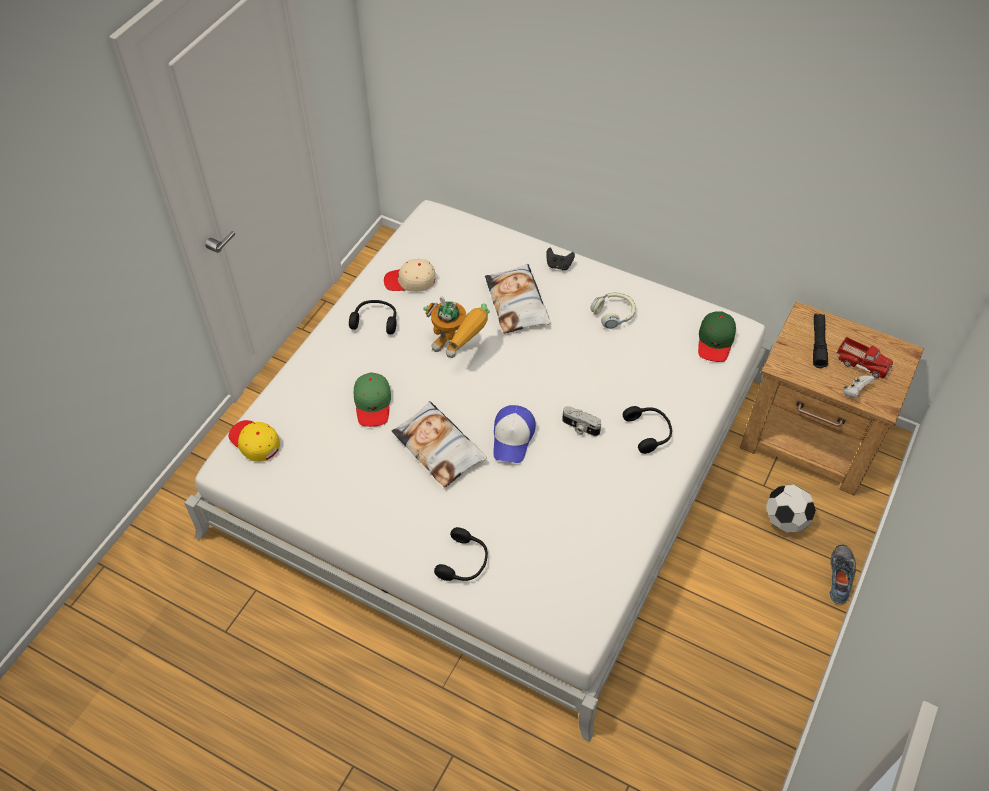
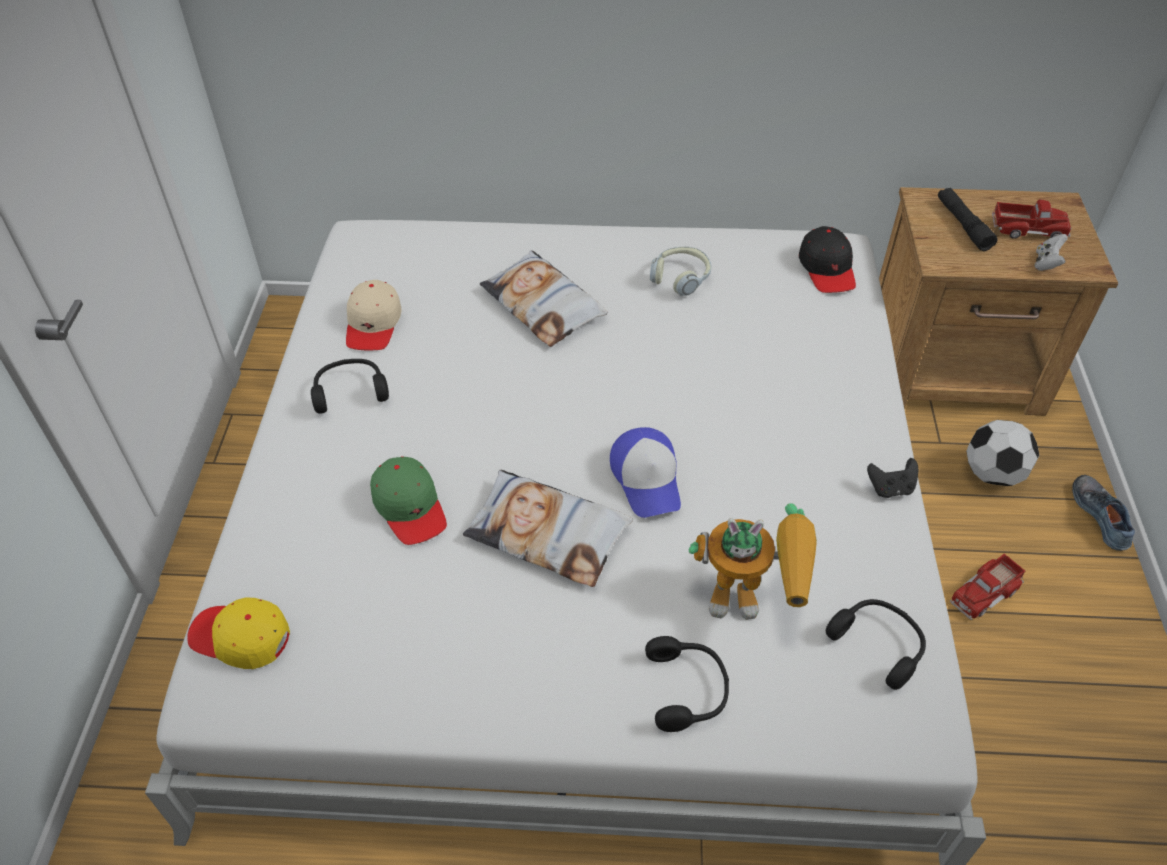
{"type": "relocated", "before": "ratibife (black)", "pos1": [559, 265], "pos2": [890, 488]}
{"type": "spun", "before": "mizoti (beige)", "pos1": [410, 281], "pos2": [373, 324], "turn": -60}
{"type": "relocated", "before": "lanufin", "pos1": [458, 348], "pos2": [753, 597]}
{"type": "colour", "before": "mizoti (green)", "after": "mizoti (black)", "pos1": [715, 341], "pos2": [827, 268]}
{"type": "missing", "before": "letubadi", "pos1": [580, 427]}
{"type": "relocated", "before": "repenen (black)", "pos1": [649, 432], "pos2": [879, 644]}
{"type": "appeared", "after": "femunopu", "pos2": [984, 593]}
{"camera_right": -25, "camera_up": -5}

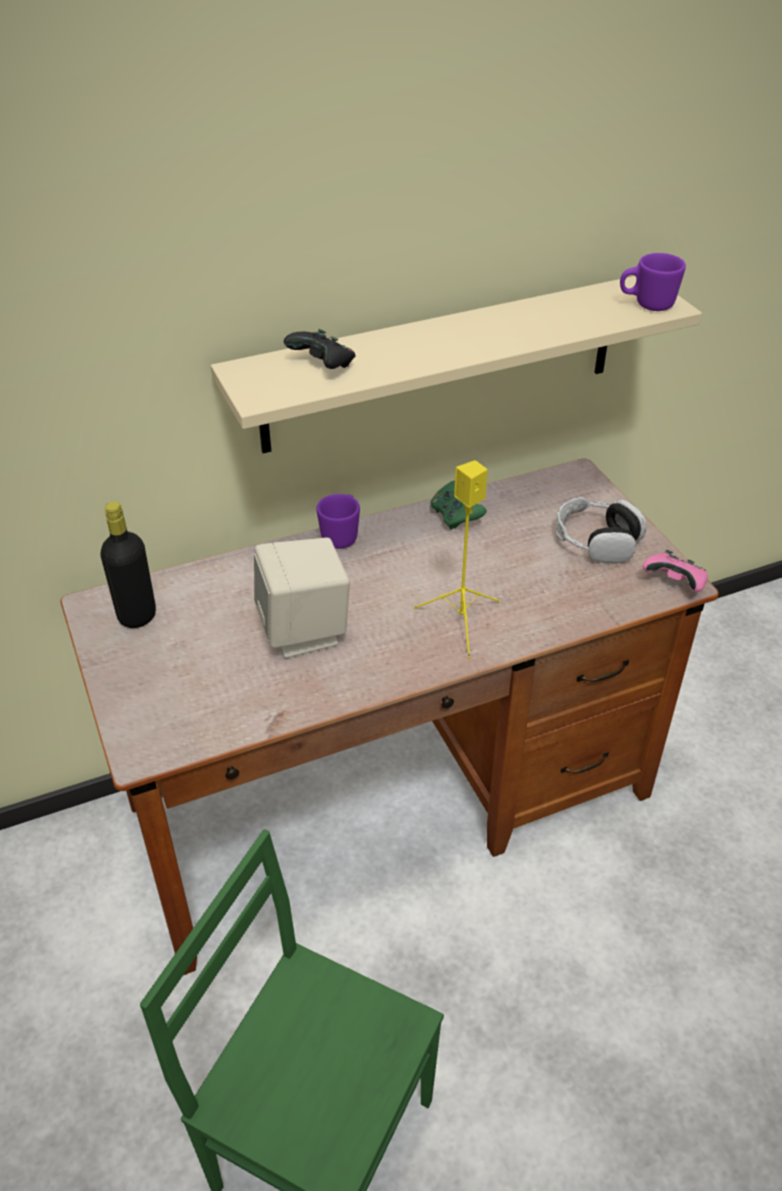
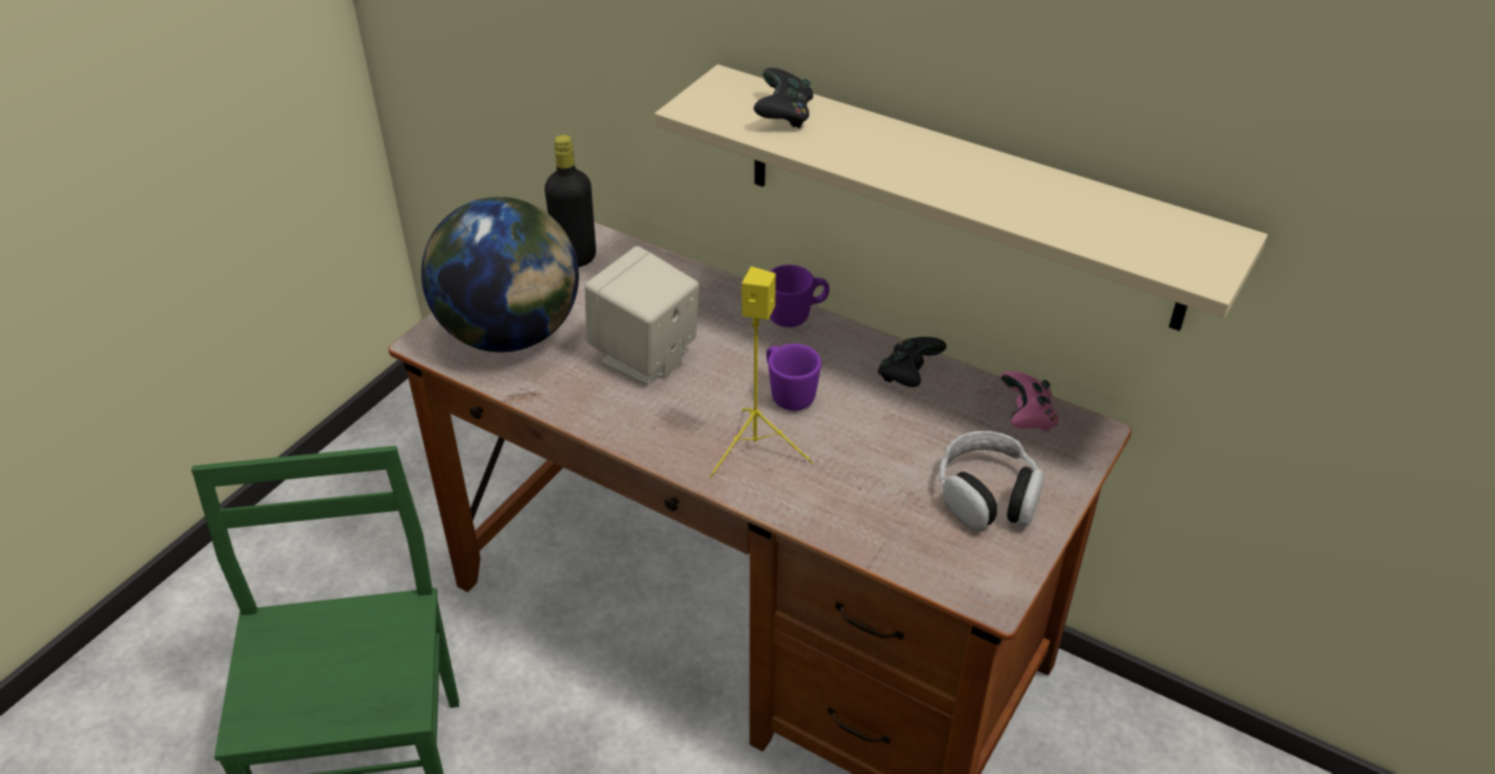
{"type": "relocated", "before": "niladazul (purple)", "pos1": [646, 305], "pos2": [788, 394]}
{"type": "colour", "before": "ratibife (green)", "after": "ratibife (black)", "pos1": [455, 516], "pos2": [908, 374]}
{"type": "relocated", "before": "ratibife (pink)", "pos1": [675, 583], "pos2": [1027, 417]}
{"type": "appeared", "after": "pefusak", "pos2": [511, 334]}
{"camera_right": 55, "camera_up": 0}

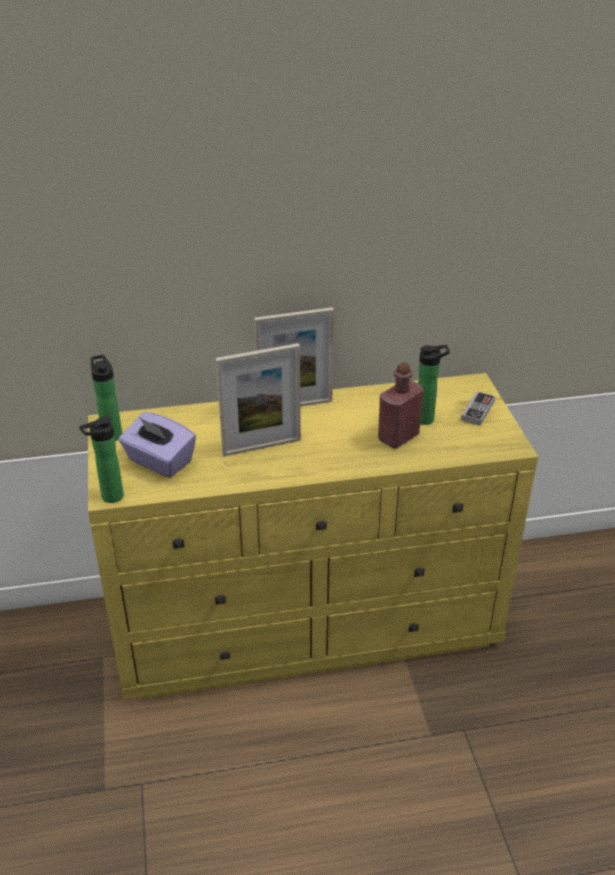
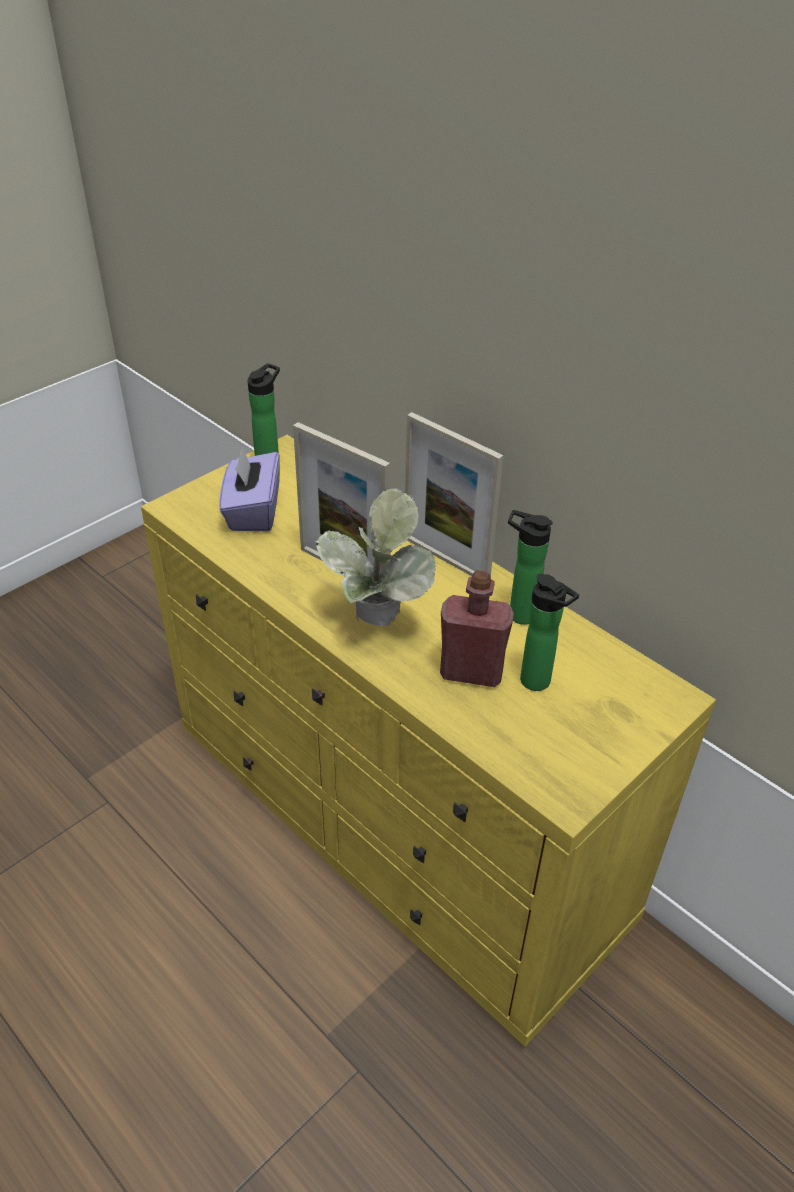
{"type": "missing", "before": "ratibife", "pos1": [477, 410]}
{"type": "relocated", "before": "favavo", "pos1": [109, 497], "pos2": [518, 614]}
{"type": "appeared", "after": "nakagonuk", "pos2": [376, 628]}
{"camera_right": 55, "camera_up": 5}

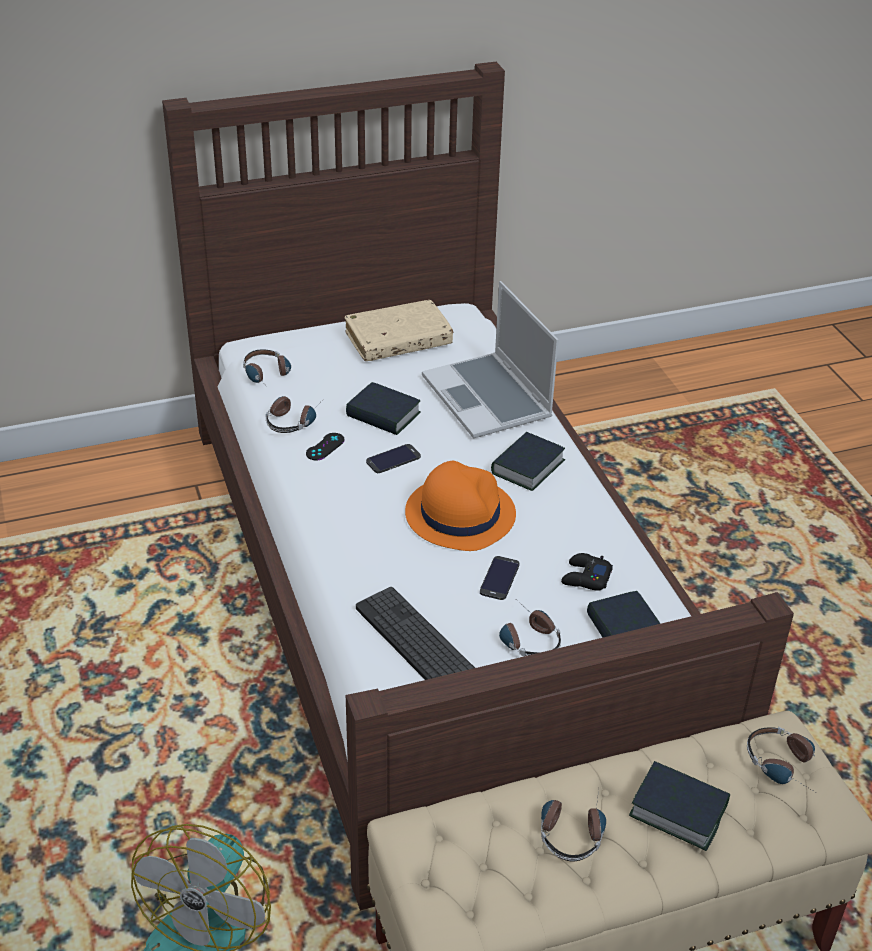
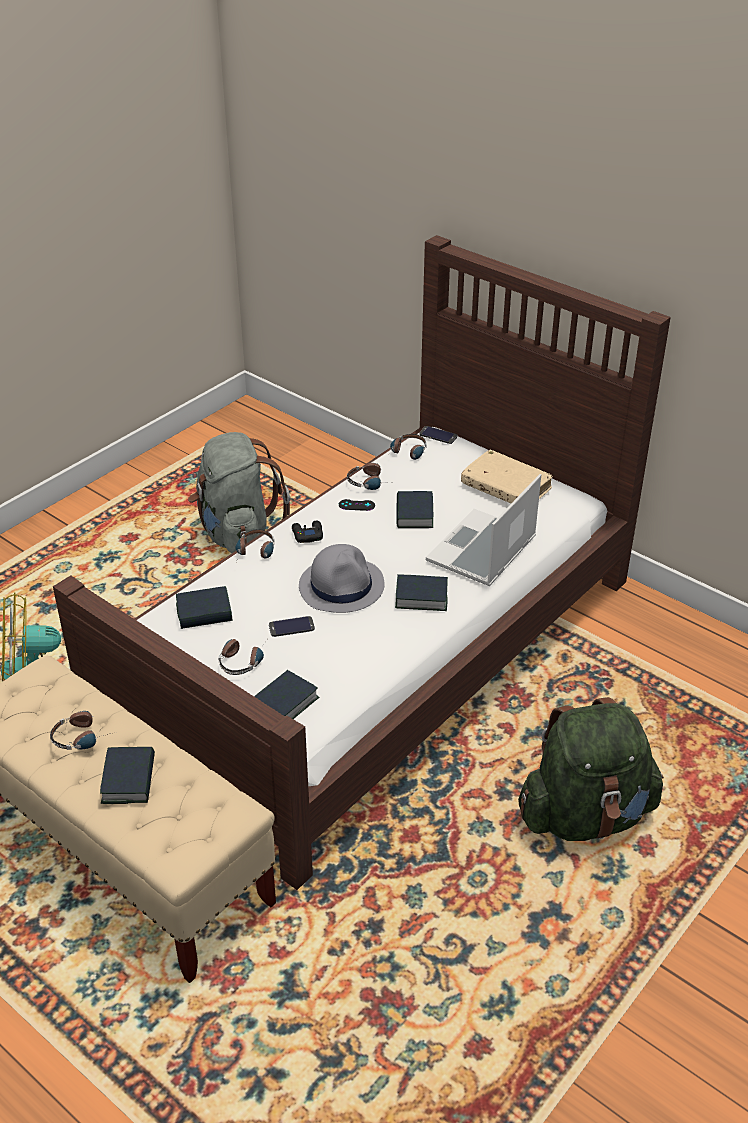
{"type": "relocated", "before": "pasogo", "pos1": [393, 459], "pos2": [438, 435]}
{"type": "colour", "before": "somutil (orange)", "after": "somutil (grey)", "pos1": [459, 513], "pos2": [342, 585]}
{"type": "relocated", "before": "ratibife (black)", "pos1": [585, 577], "pos2": [307, 535]}
{"type": "exchanged", "before": "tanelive", "after": "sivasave", "pos1": [414, 640], "pos2": [204, 613]}
{"type": "relocated", "before": "repenen", "pos1": [787, 766], "pos2": [255, 553]}
{"type": "appeared", "after": "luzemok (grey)", "pos2": [237, 532]}
{"type": "appeared", "after": "luzemok (green)", "pos2": [585, 815]}
{"camera_right": 60, "camera_up": 0}

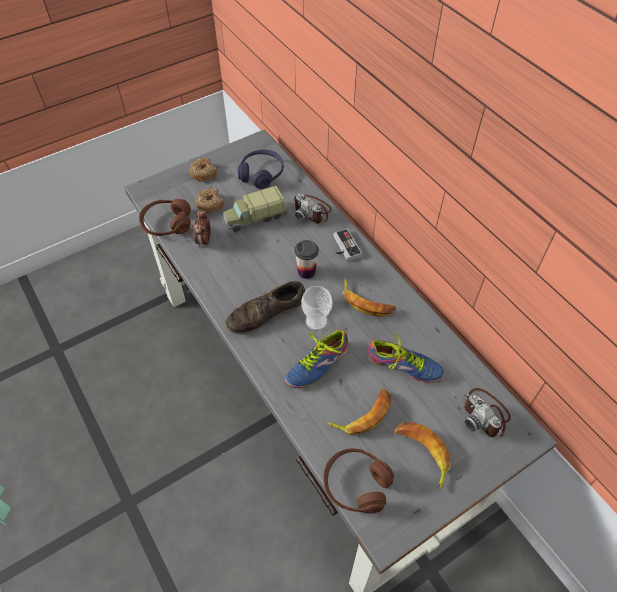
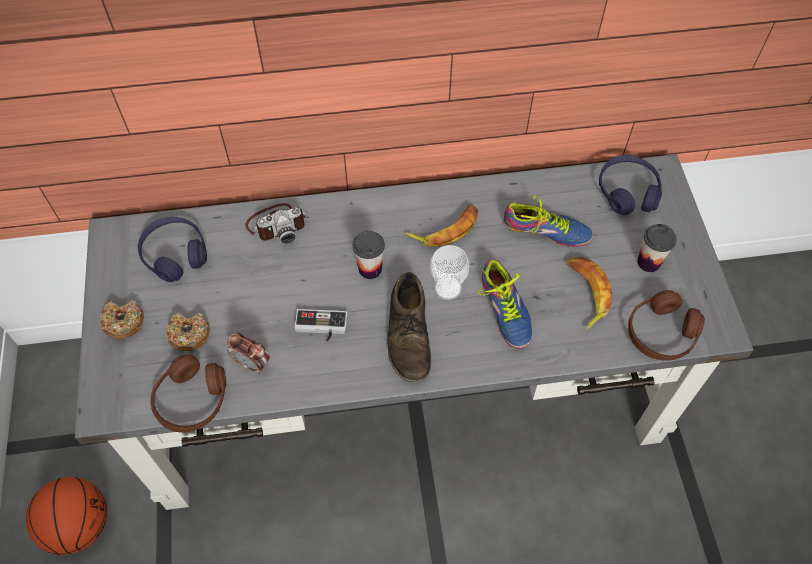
{"type": "missing", "before": "femunopu", "pos1": [254, 218]}
{"type": "relocated", "before": "ratibife", "pos1": [343, 247], "pos2": [321, 328]}
{"type": "spun", "before": "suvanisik", "pos1": [404, 368], "pos2": [546, 233], "turn": 60}
{"type": "exchanged", "before": "letubadi", "after": "repenen (purple)", "pos1": [485, 414], "pos2": [627, 192]}
{"type": "exchanged", "before": "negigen", "after": "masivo", "pos1": [422, 453], "pos2": [648, 262]}
{"type": "appeared", "after": "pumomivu", "pos2": [79, 525]}
{"camera_right": -65, "camera_up": 5}

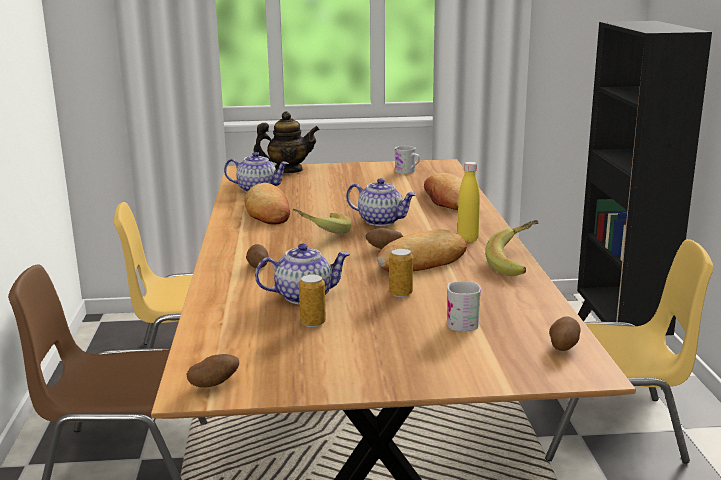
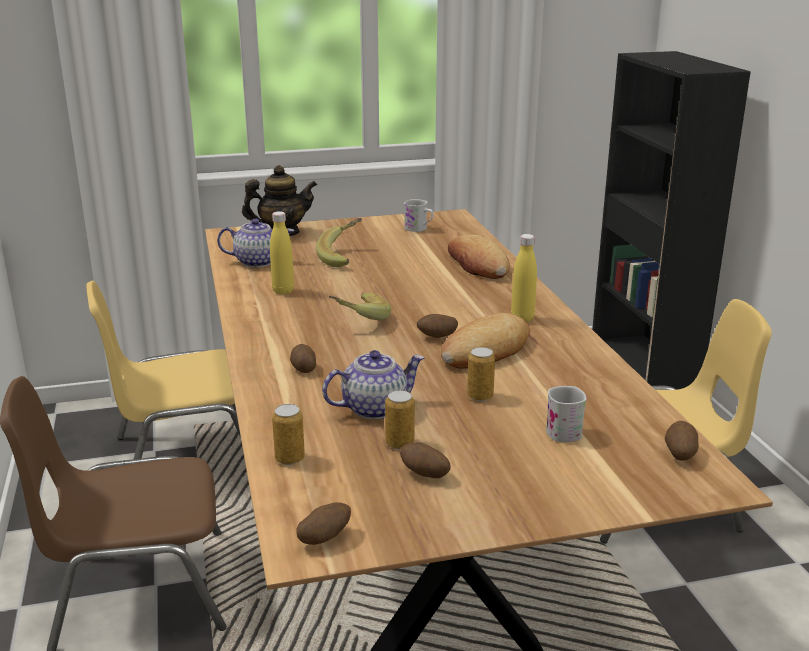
{"type": "missing", "before": "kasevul", "pos1": [381, 221]}
{"type": "exchanged", "before": "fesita", "after": "favavo (yellow)", "pos1": [268, 211], "pos2": [283, 291]}
{"type": "relocated", "before": "negigen", "pos1": [518, 264], "pos2": [345, 257]}
{"type": "appeared", "after": "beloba", "pos2": [290, 459]}
{"type": "appeared", "after": "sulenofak", "pos2": [424, 474]}
{"camera_right": -10, "camera_up": 5}

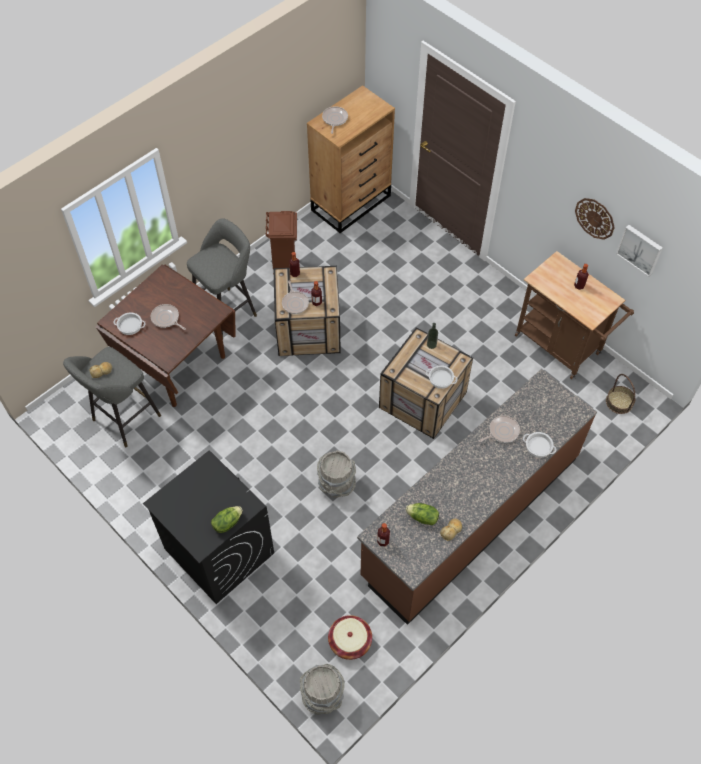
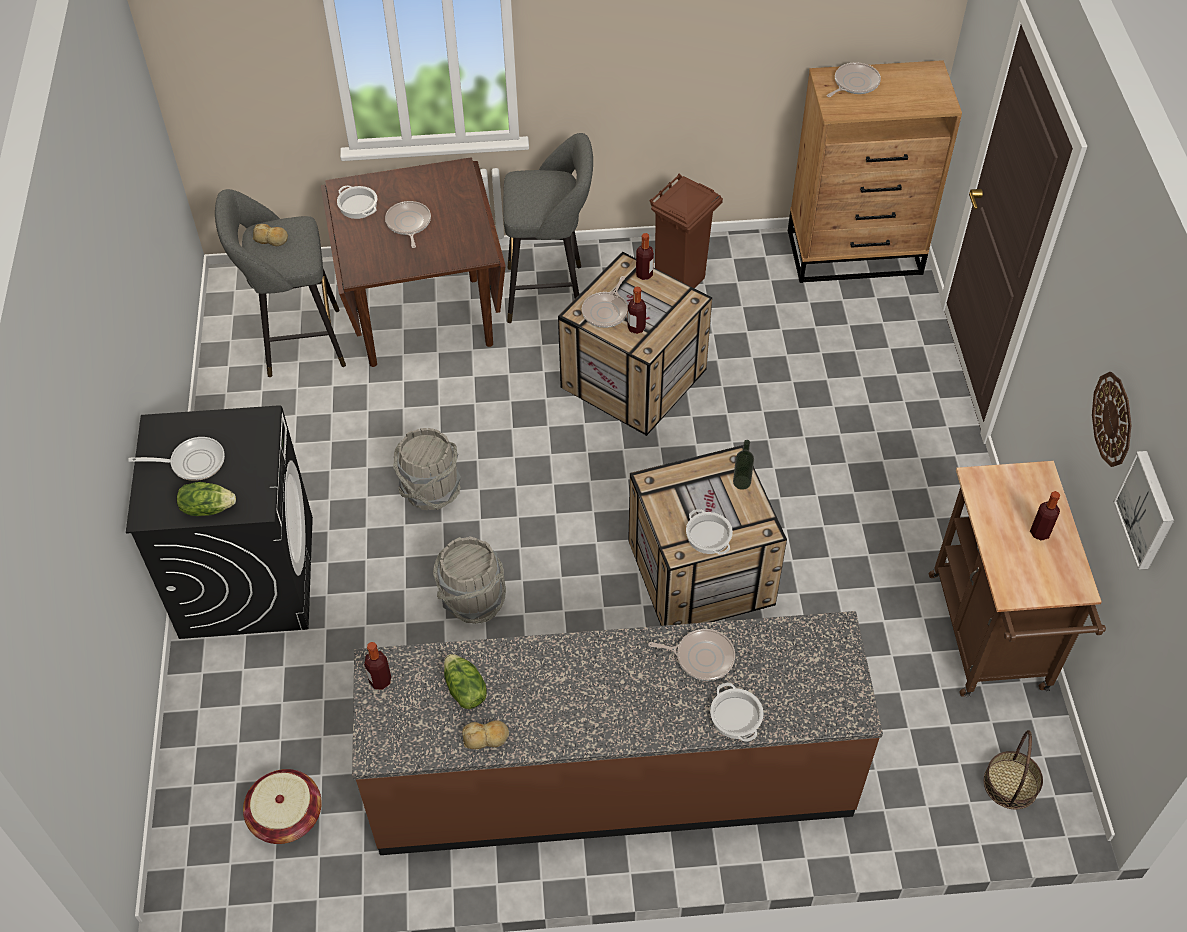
{"type": "relocated", "before": "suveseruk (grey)", "pos1": [323, 695], "pos2": [431, 490]}
{"type": "appeared", "after": "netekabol", "pos2": [193, 462]}
{"camera_right": 40, "camera_up": -5}

